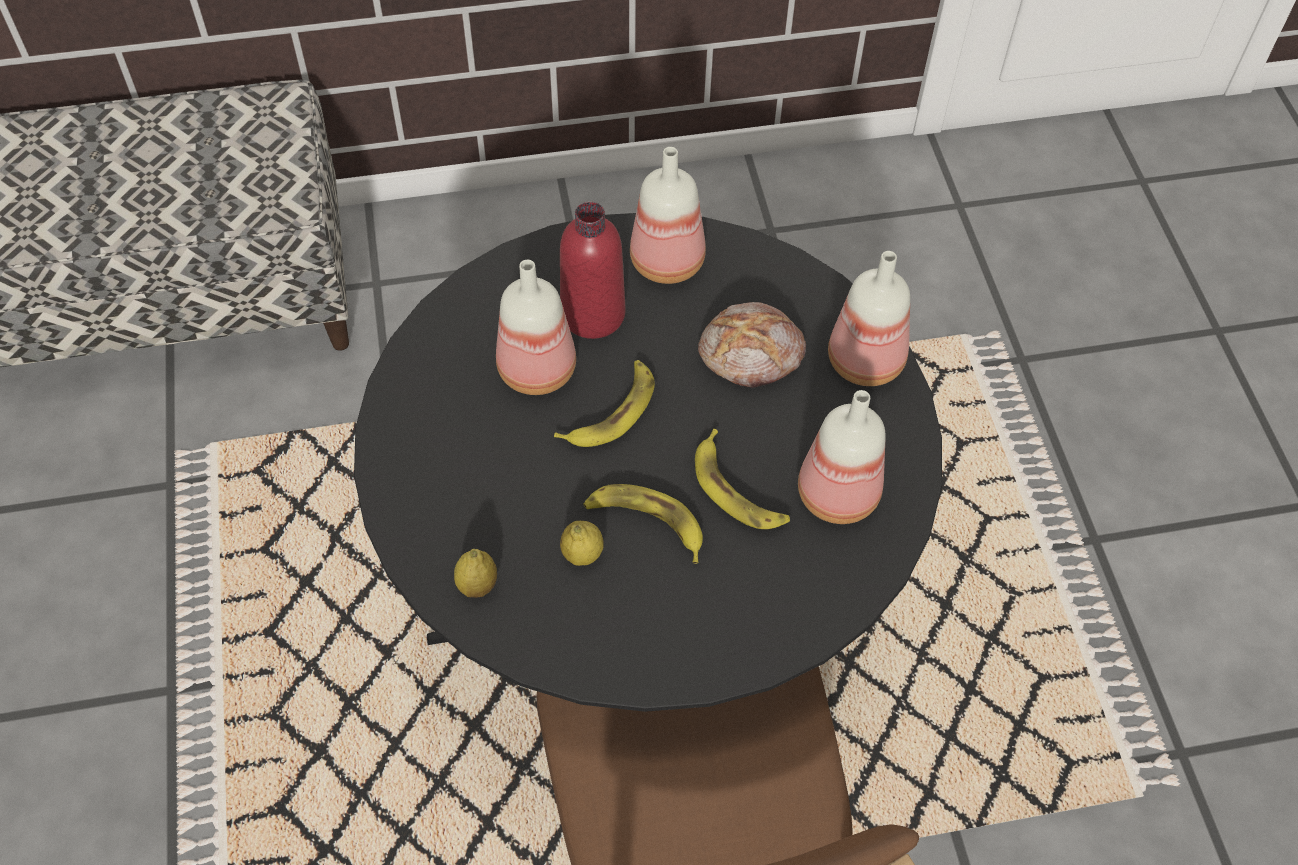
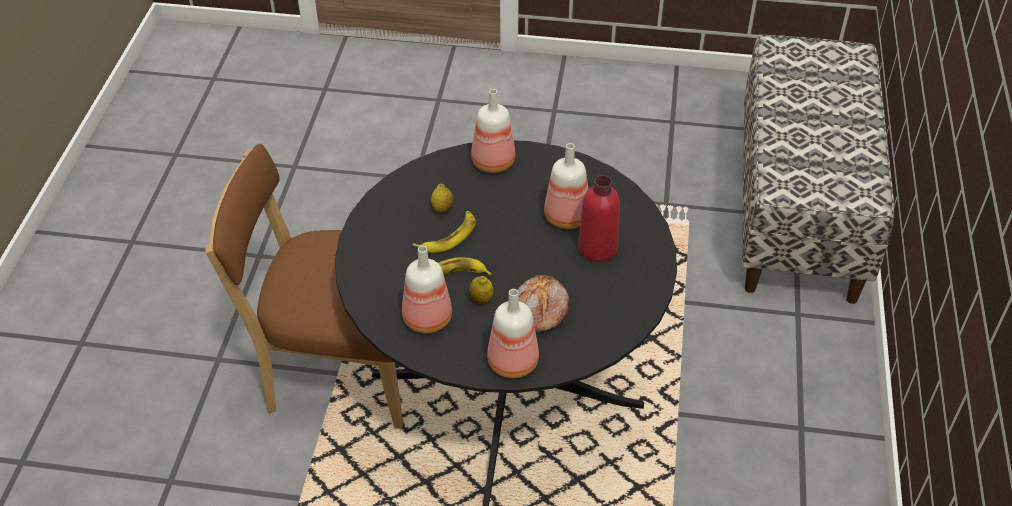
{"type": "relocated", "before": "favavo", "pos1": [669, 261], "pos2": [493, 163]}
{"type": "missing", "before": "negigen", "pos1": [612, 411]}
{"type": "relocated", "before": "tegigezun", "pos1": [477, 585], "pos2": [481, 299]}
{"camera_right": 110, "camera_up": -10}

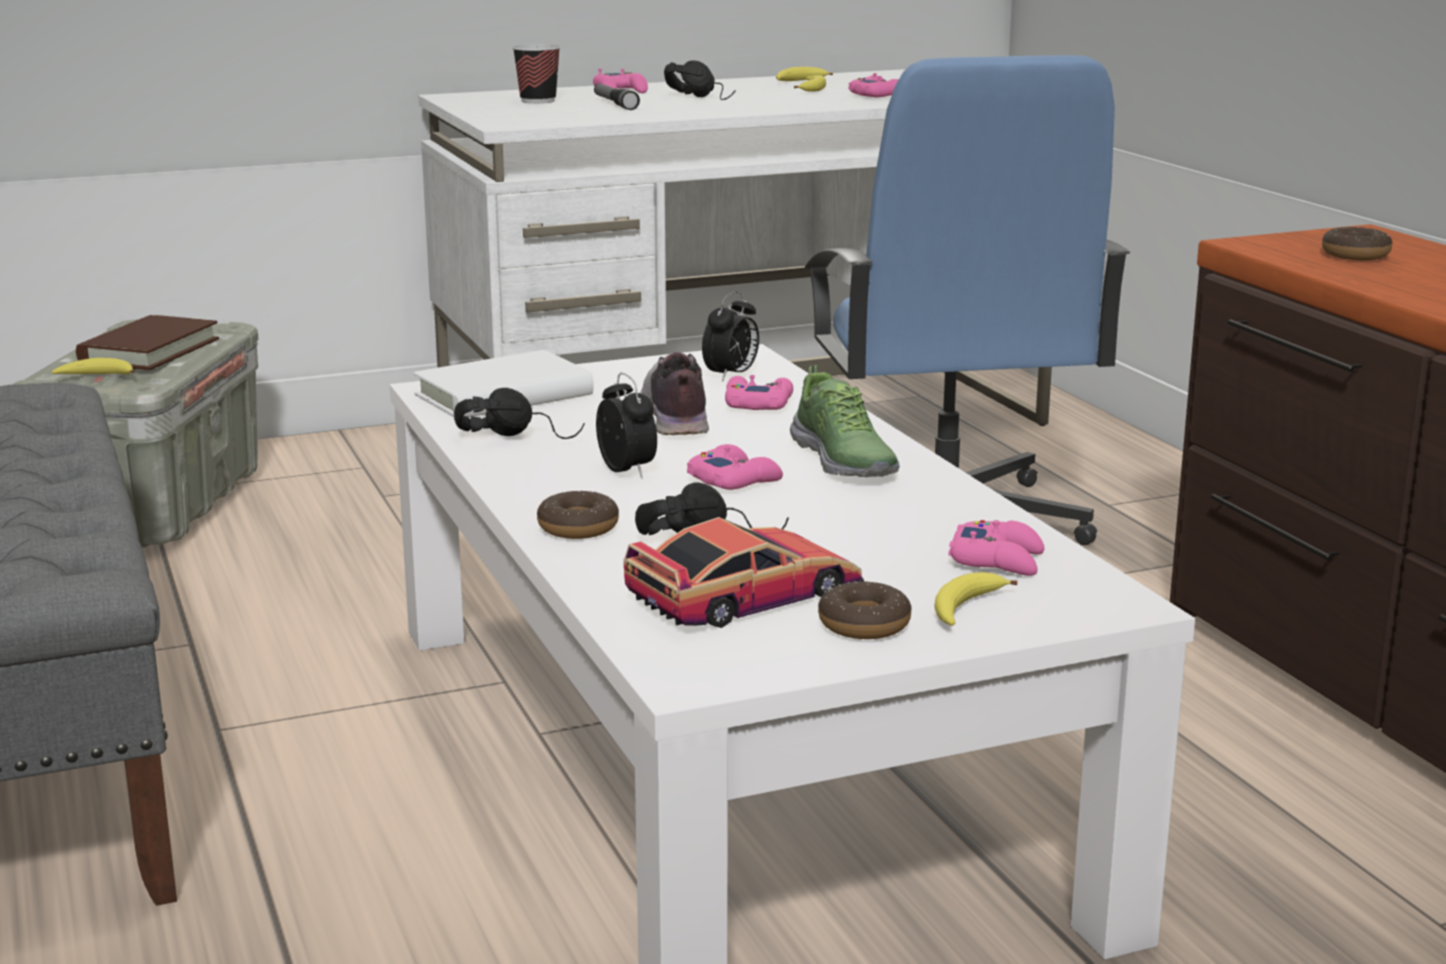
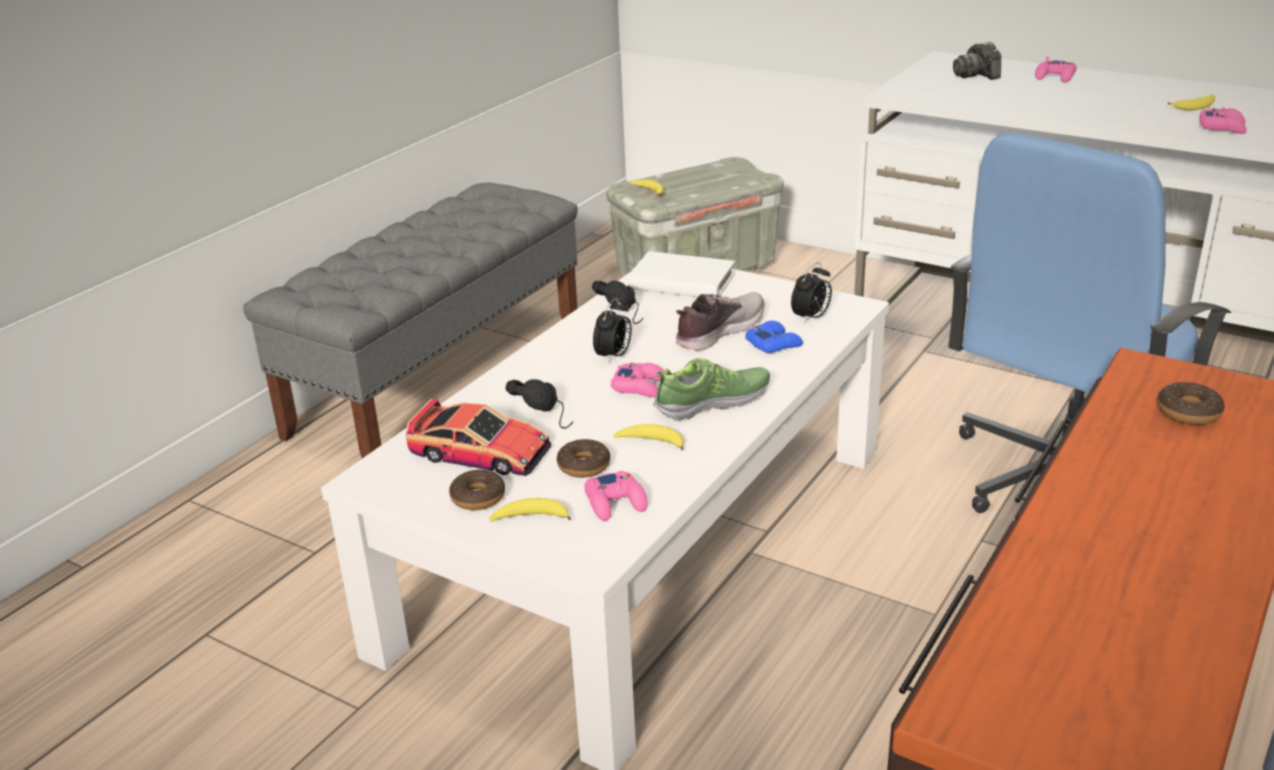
{"type": "exchanged", "before": "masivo", "after": "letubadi", "pos1": [538, 101], "pos2": [976, 75]}
{"type": "missing", "before": "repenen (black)", "pos1": [705, 98]}
{"type": "relocated", "before": "negigen", "pos1": [799, 81], "pos2": [651, 442]}
{"type": "missing", "before": "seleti", "pos1": [614, 104]}
{"type": "spun", "before": "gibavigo", "pos1": [731, 376], "pos2": [811, 318], "turn": -45}
{"type": "missing", "before": "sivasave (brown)", "pos1": [149, 351]}
{"type": "spun", "before": "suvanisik", "pos1": [843, 461], "pos2": [713, 403], "turn": -150}
{"type": "colour", "before": "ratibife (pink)", "after": "ratibife (blue)", "pos1": [757, 404], "pos2": [773, 344]}
{"type": "relocated", "before": "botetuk", "pos1": [578, 527], "pos2": [584, 466]}
{"camera_right": 55, "camera_up": 10}

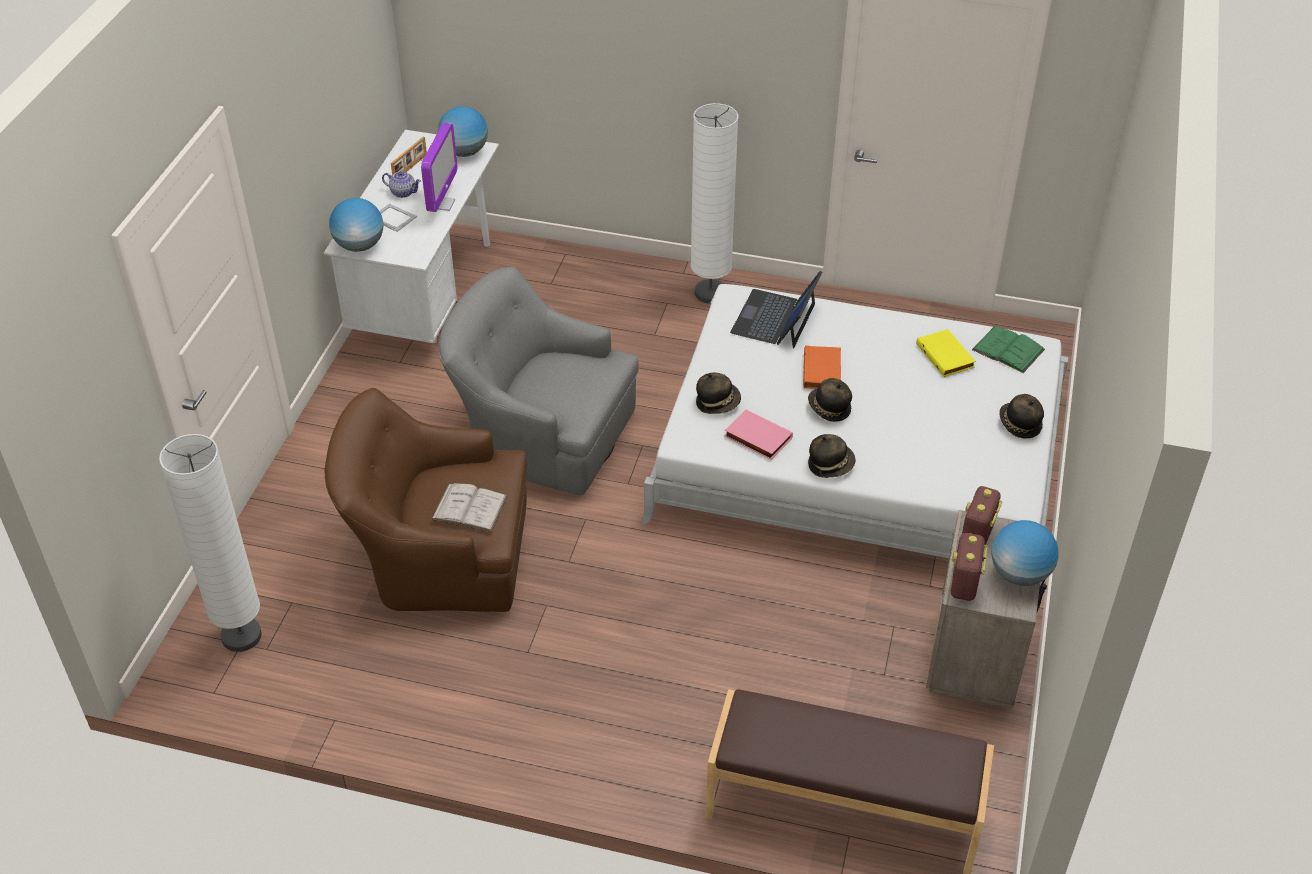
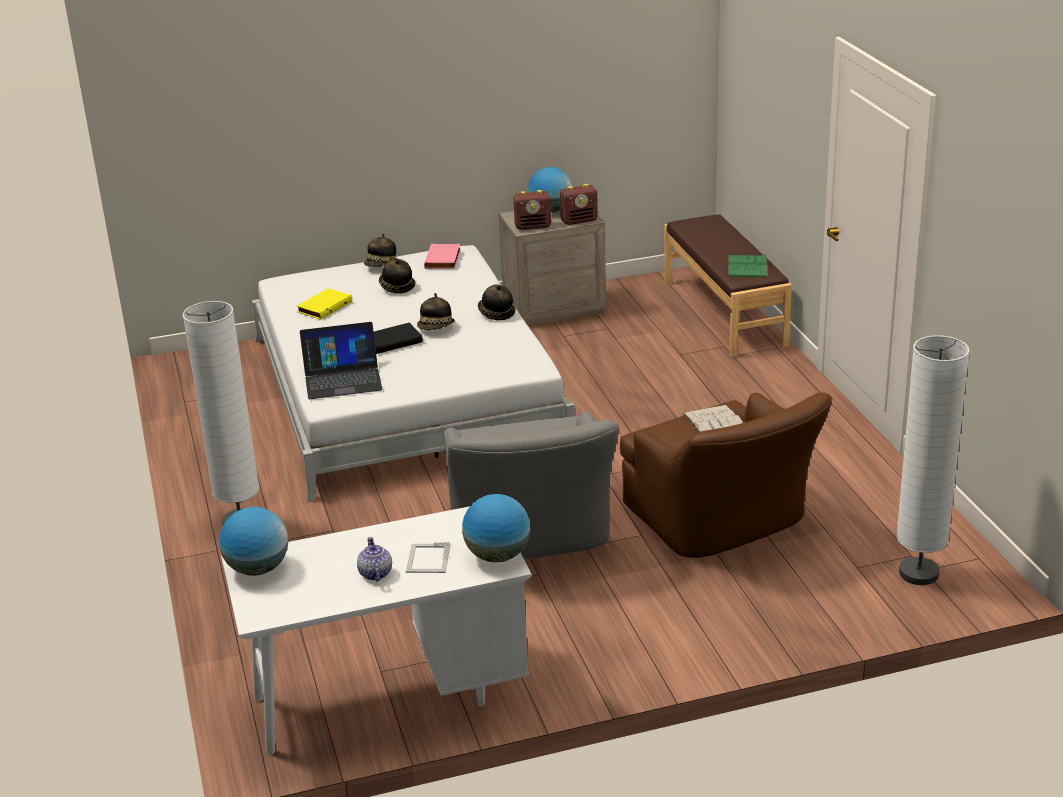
{"type": "missing", "before": "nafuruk", "pos1": [441, 204]}
{"type": "missing", "before": "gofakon", "pos1": [410, 168]}
{"type": "relocated", "before": "sivasave (green)", "pos1": [1008, 349], "pos2": [747, 267]}
{"type": "colour", "before": "sivasave (orange)", "after": "sivasave (black)", "pos1": [823, 371], "pos2": [393, 341]}
{"type": "relocated", "before": "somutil", "pos1": [717, 402], "pos2": [396, 287]}
{"type": "relocated", "before": "sivasave (pink)", "pos1": [757, 438], "pos2": [444, 259]}
{"camera_right": -120, "camera_up": -15}

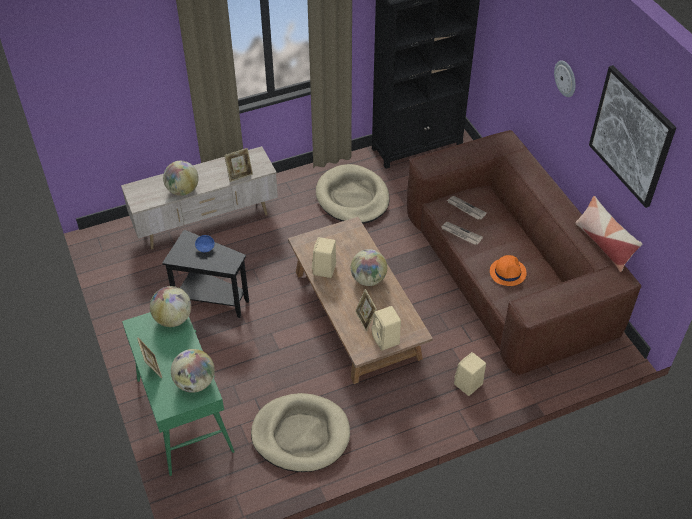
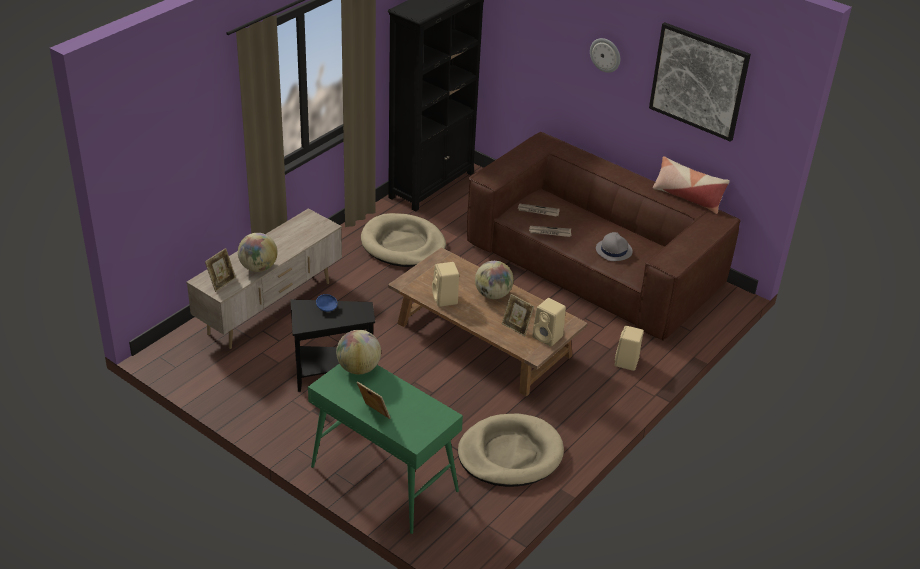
{"type": "relocated", "before": "gofakon", "pos1": [240, 175], "pos2": [221, 282]}
{"type": "colour", "before": "somutil (orange)", "after": "somutil (grey)", "pos1": [508, 272], "pos2": [614, 250]}
{"type": "missing", "before": "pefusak", "pos1": [195, 383]}
{"camera_right": -30, "camera_up": -10}

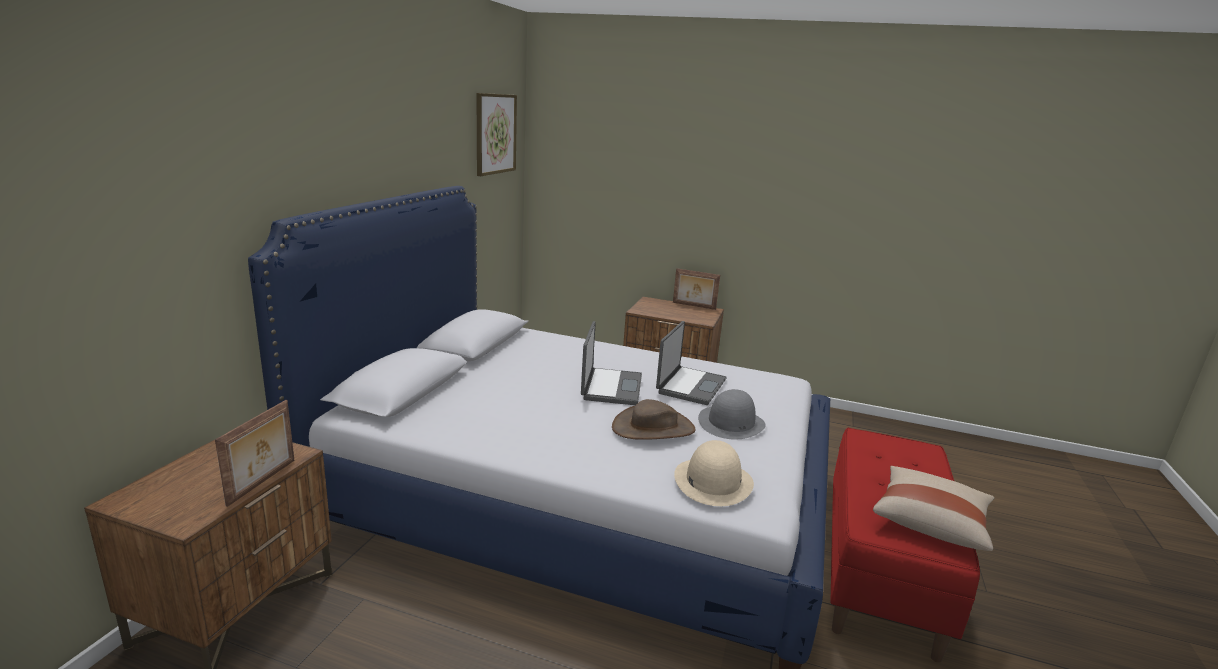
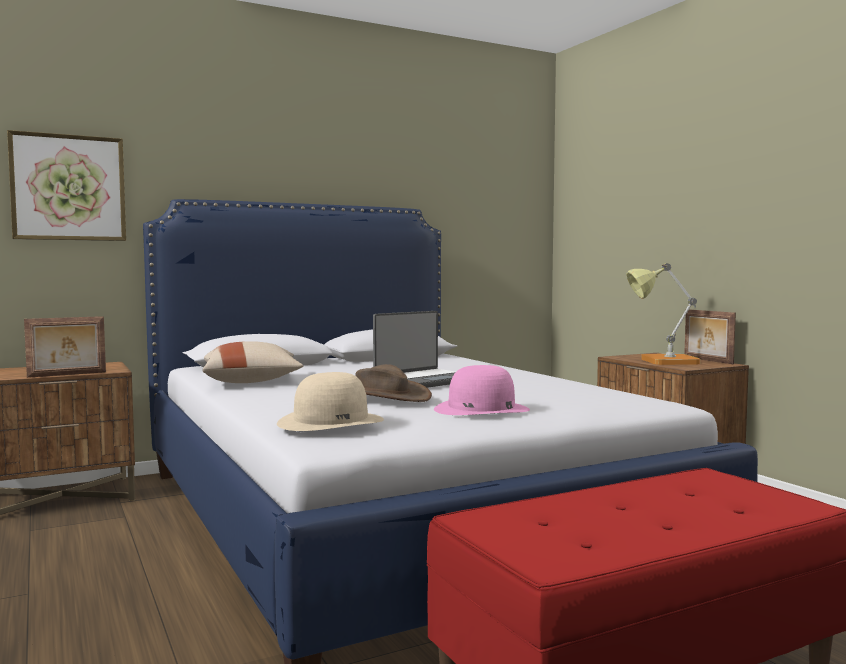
{"type": "relocated", "before": "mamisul", "pos1": [495, 134], "pos2": [68, 188]}
{"type": "missing", "before": "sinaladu", "pos1": [690, 386]}
{"type": "colour", "before": "somutil (grey)", "after": "somutil (pink)", "pos1": [731, 423], "pos2": [481, 409]}
{"type": "relocated", "before": "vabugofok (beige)", "pos1": [930, 521], "pos2": [251, 381]}
{"type": "appeared", "after": "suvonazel", "pos2": [662, 361]}
{"camera_right": 45, "camera_up": -15}

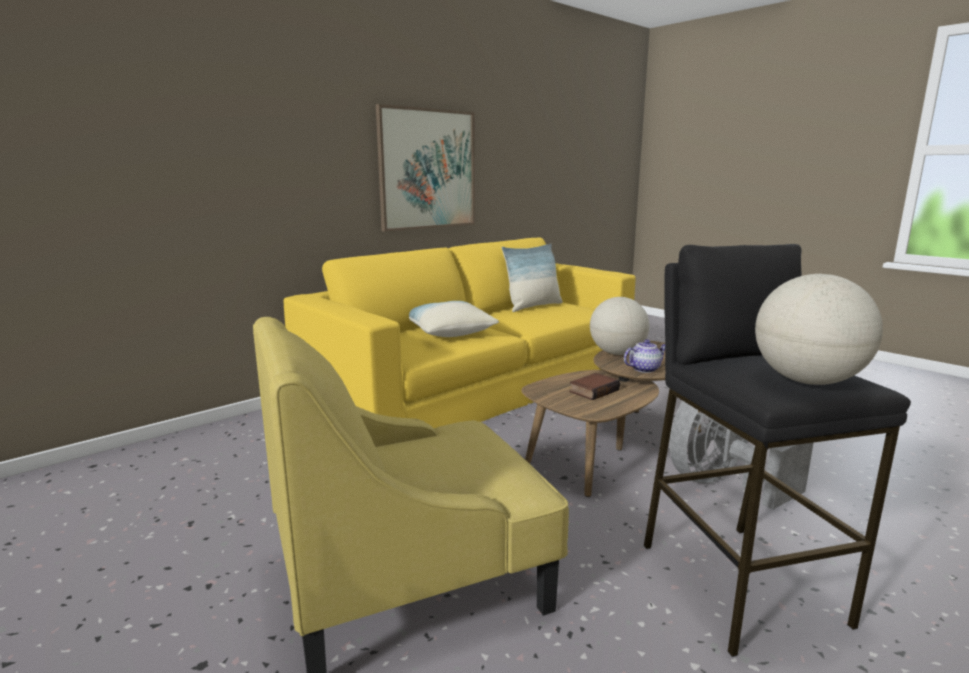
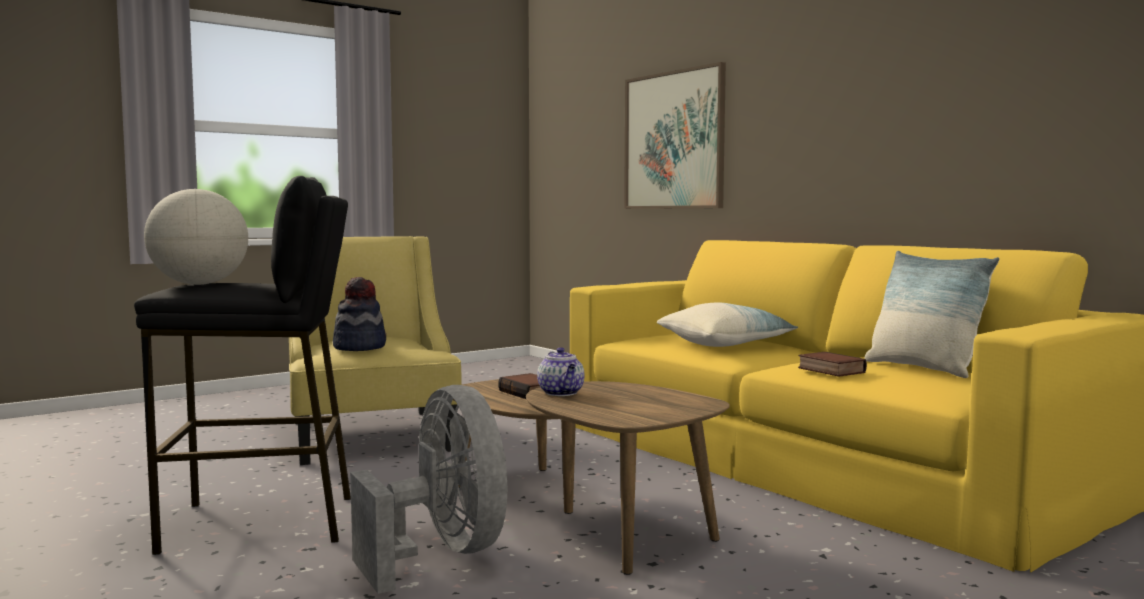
{"type": "relocated", "before": "mamisul", "pos1": [427, 169], "pos2": [674, 140]}
{"type": "missing", "before": "pefusak", "pos1": [617, 353]}
{"type": "appeared", "after": "somutil", "pos2": [359, 347]}
{"type": "appeared", "after": "sivasave", "pos2": [829, 370]}
{"camera_right": 95, "camera_up": -10}

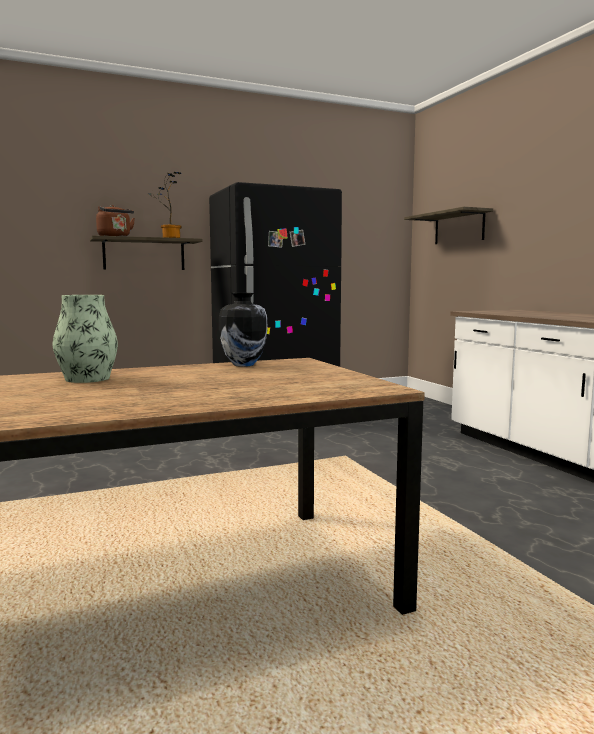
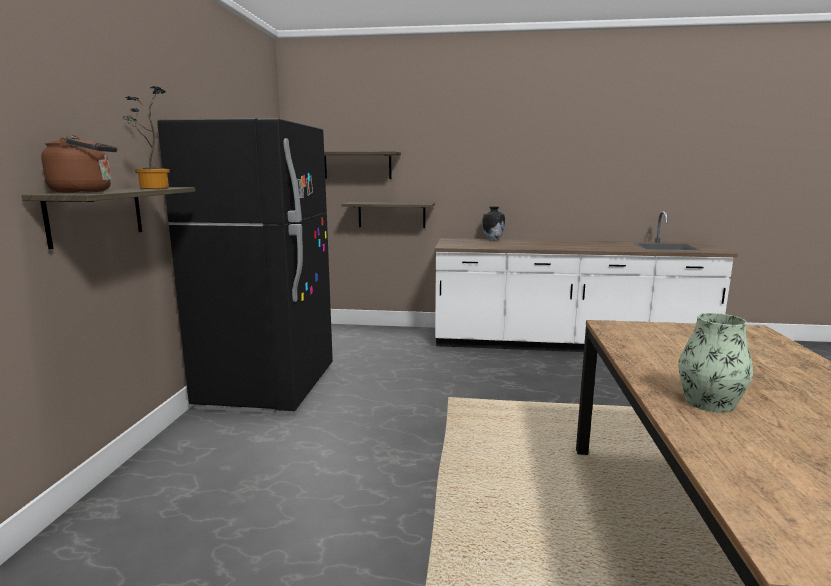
{"type": "relocated", "before": "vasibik", "pos1": [243, 365], "pos2": [492, 240]}
{"type": "appeared", "after": "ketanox", "pos2": [391, 214]}
{"camera_right": -60, "camera_up": 5}

